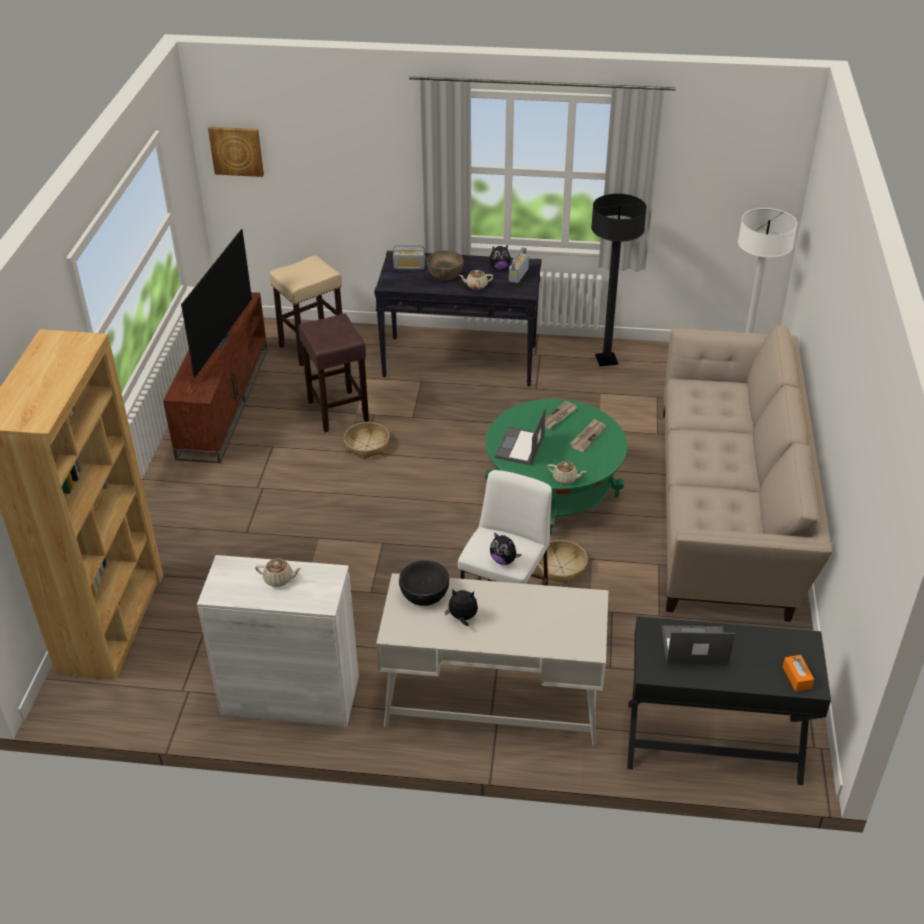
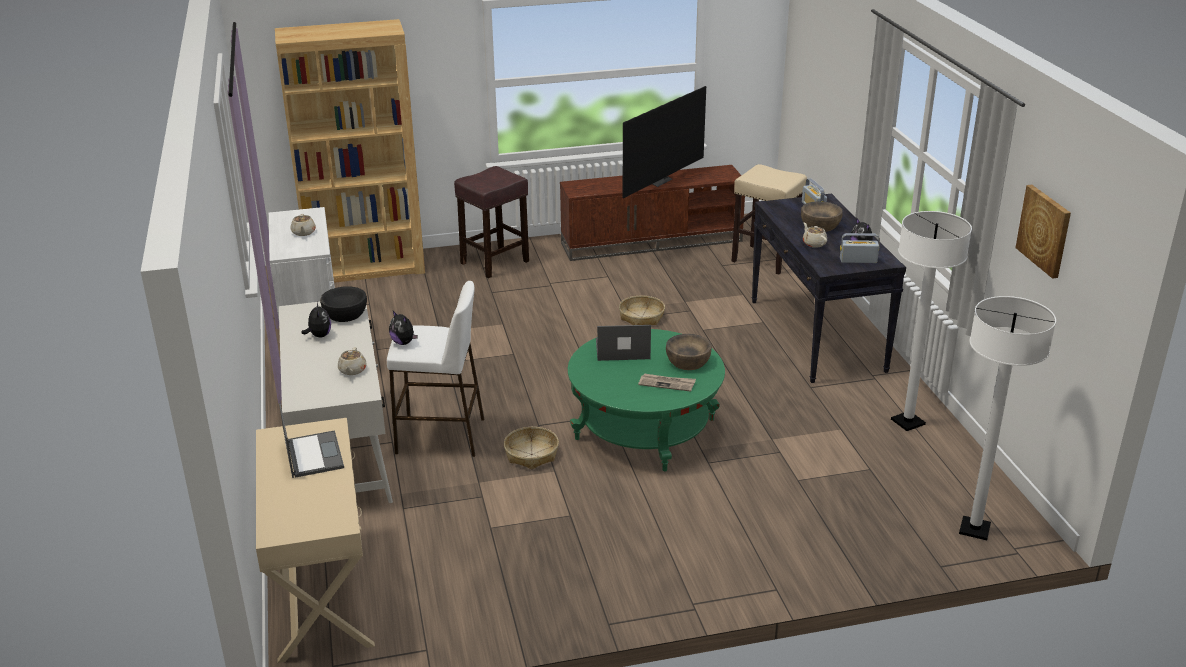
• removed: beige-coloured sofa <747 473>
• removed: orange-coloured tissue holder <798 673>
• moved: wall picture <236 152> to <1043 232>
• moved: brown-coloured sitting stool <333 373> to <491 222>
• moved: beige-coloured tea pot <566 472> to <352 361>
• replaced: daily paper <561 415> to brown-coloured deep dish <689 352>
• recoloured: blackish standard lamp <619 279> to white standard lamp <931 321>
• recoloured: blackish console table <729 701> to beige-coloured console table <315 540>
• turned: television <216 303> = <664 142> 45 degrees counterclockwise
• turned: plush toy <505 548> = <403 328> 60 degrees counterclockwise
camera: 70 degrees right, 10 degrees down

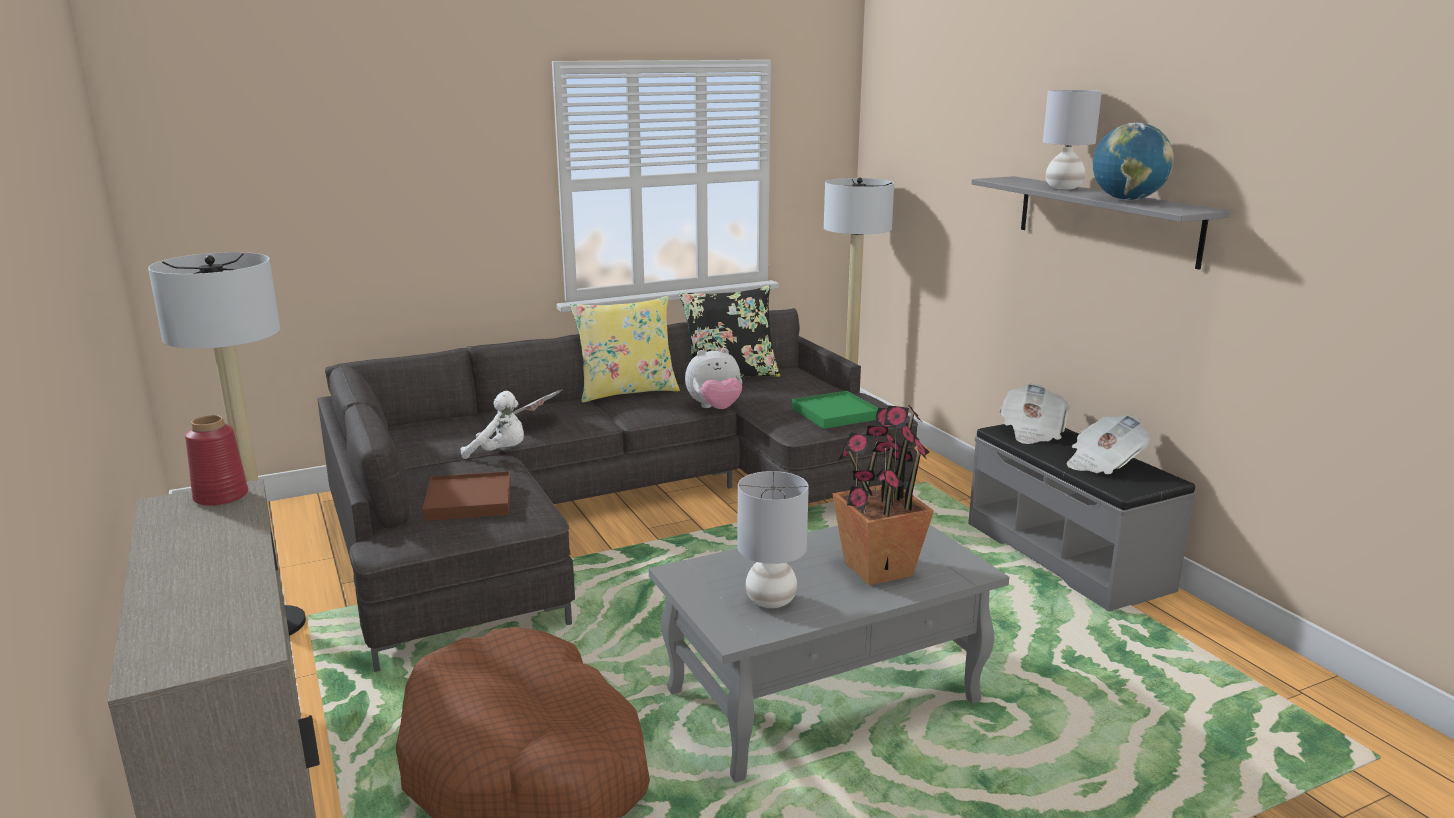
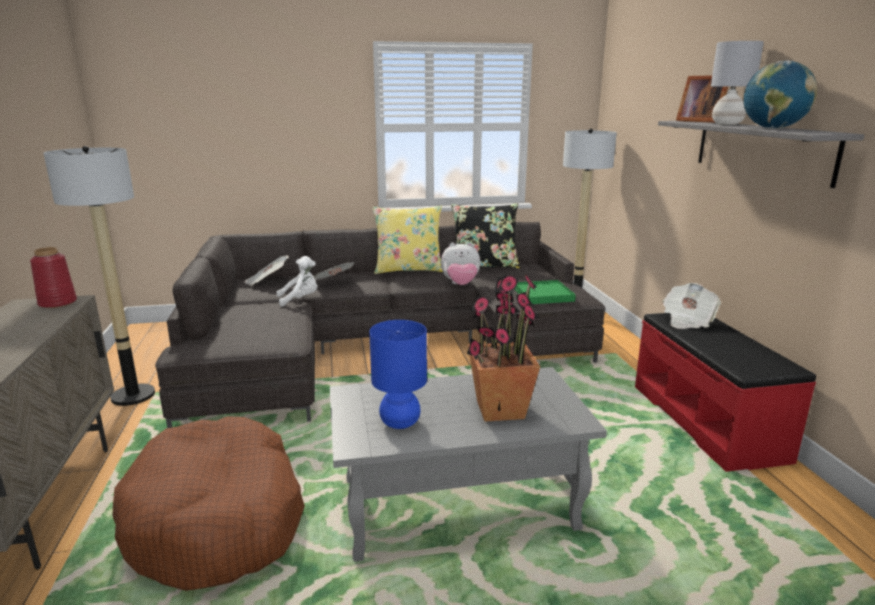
• removed: brown-coloured carrying tray <467 496>
• added: photo frame <702 99>
• moved: daily paper <1108 444> to <266 270>
• recoloured: grey table lamp <773 539> to blue-coloured table lamp <398 374>
• recoloured: grey long seat <1081 517> to red long seat <725 392>
• turned: white plush toy <492 425> = <296 281> 45 degrees counterclockwise
camera: 15 degrees right, 0 degrees up

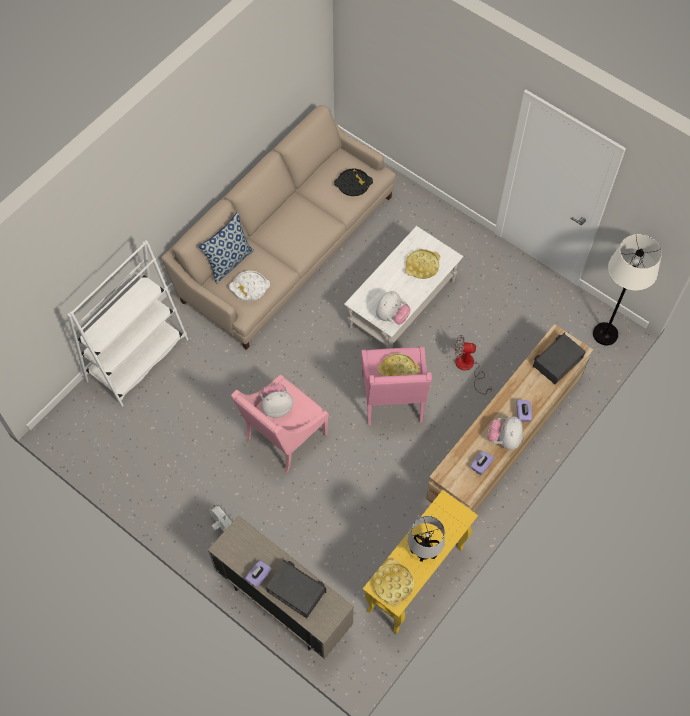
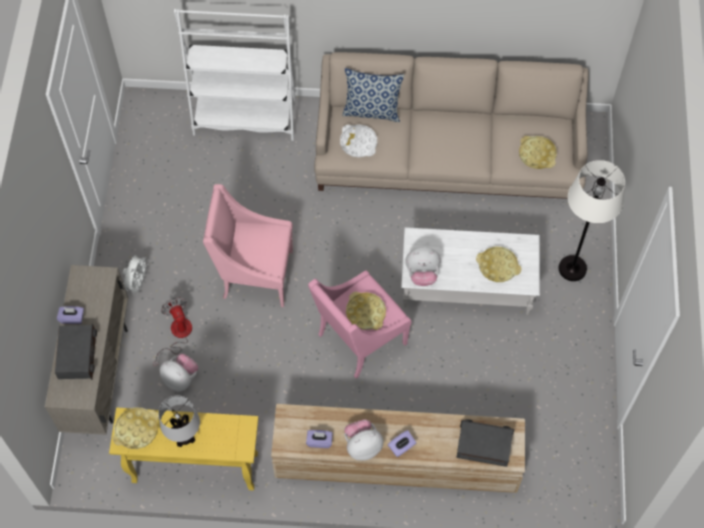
• moved: plush toy <277 400> to <179 373>
• moved: fan <473 365> to <172 331>
• moved: white standard lamp <627 289> to <592 220>
• recoloured: blackish carrying tray <353 182> to yellow-coloured carrying tray <538 152>
camera: 55 degrees right, 0 degrees up

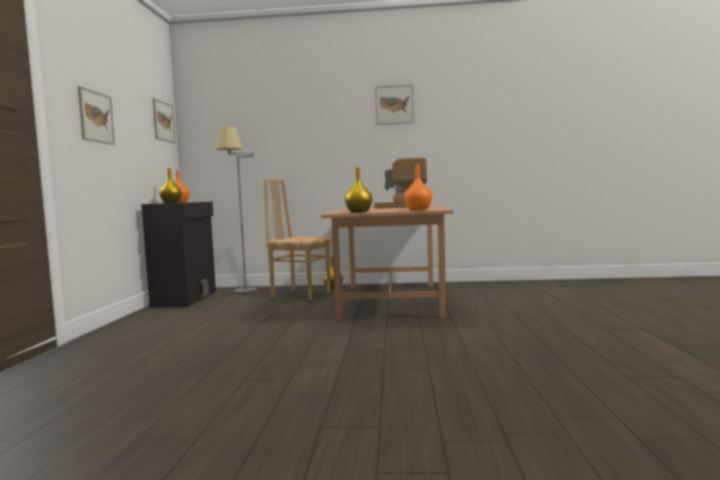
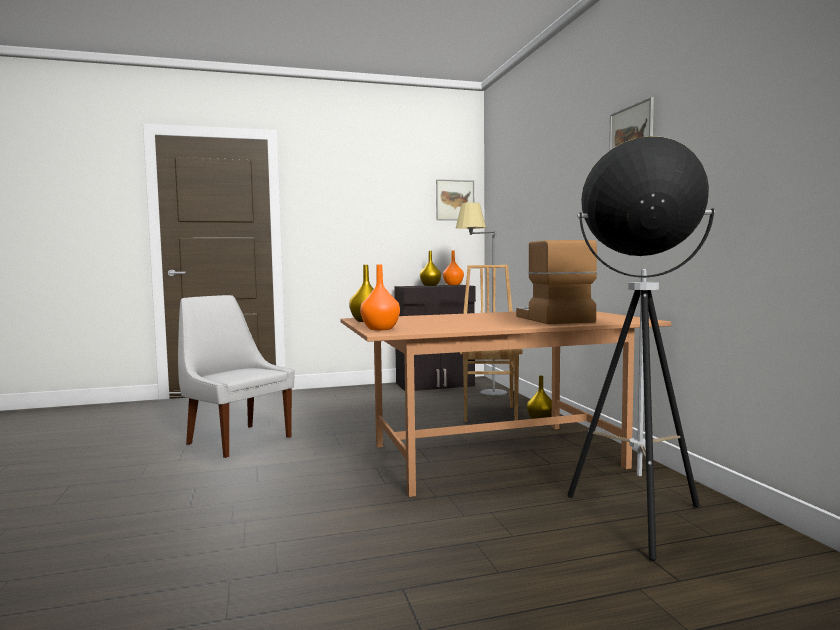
• removed: wall picture <96 115>
• added: white chair <236 376>
• added: standard lamp <641 348>
camera: 70 degrees right, 0 degrees up

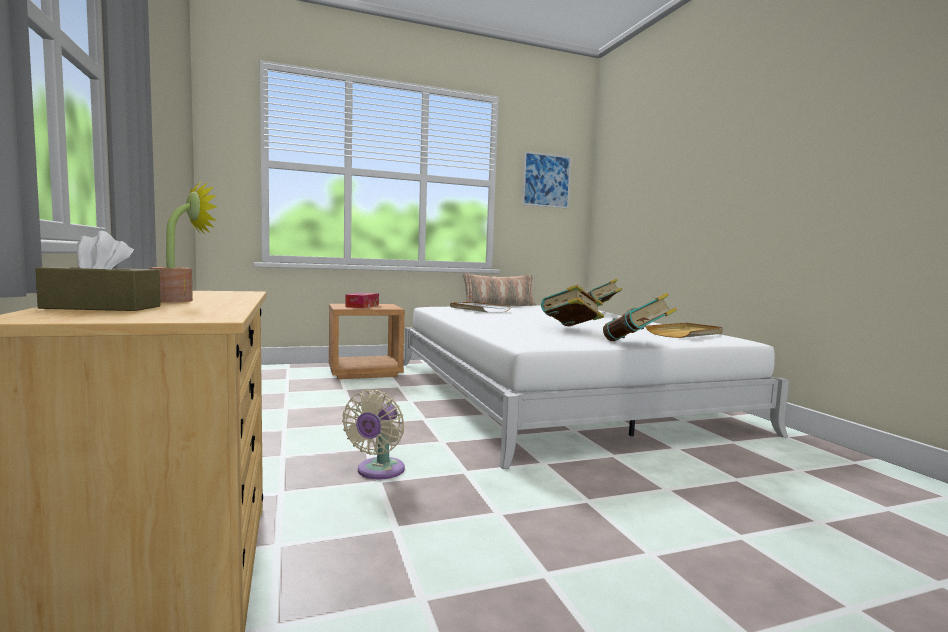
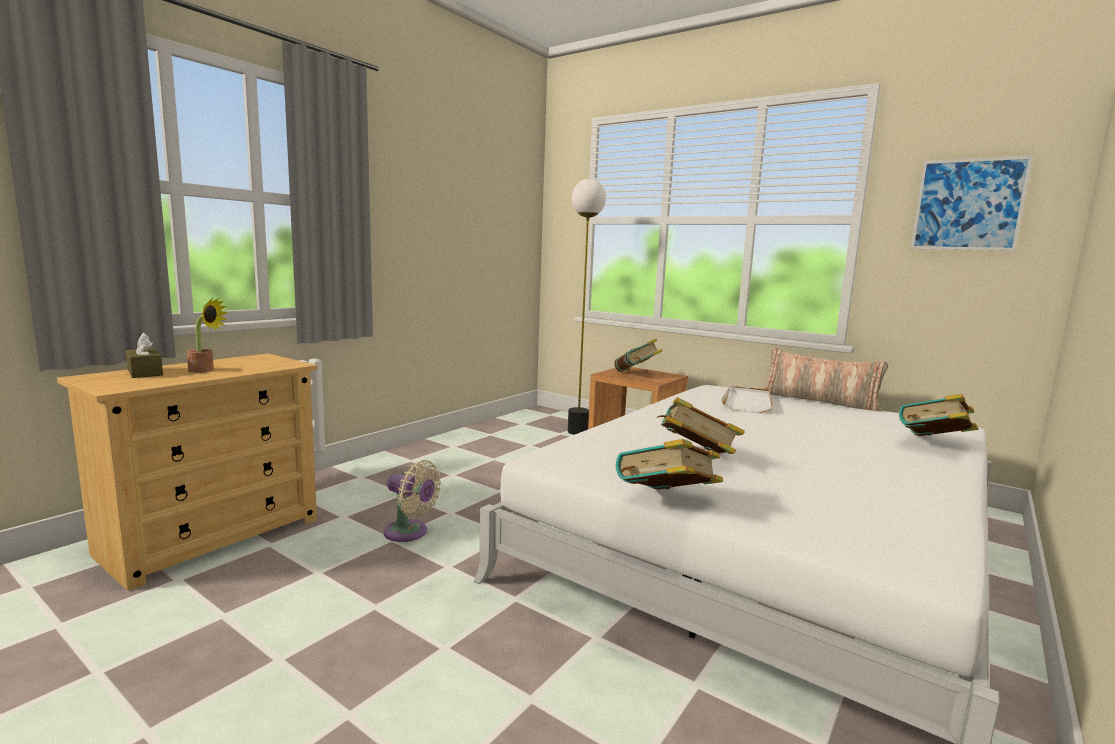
• removed: beige-coloured carrying tray <684 330>
• added: standard lamp <587 307>
• replaced: tissue holder <362 300> to volume <638 355>
• turned: beige-coloured fan <373 434> = <412 501> 135 degrees counterclockwise
camera: 55 degrees right, 5 degrees up

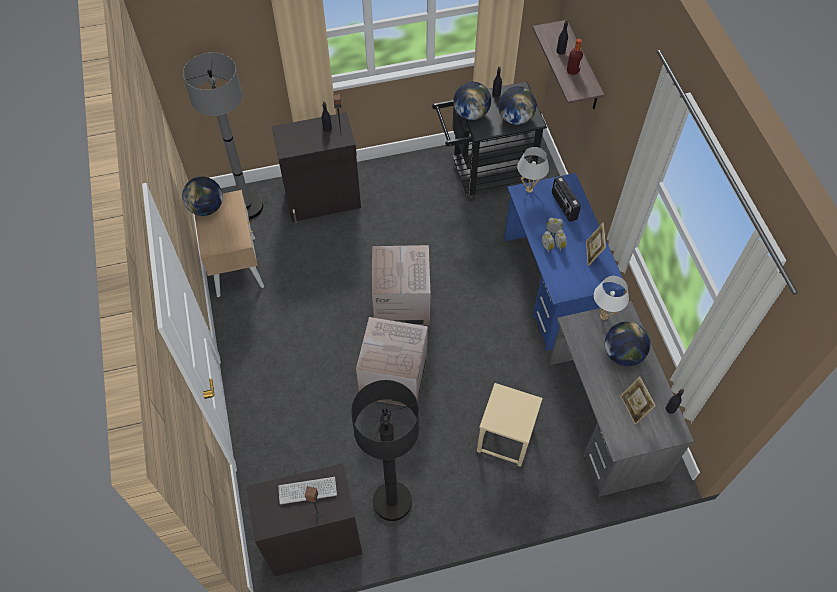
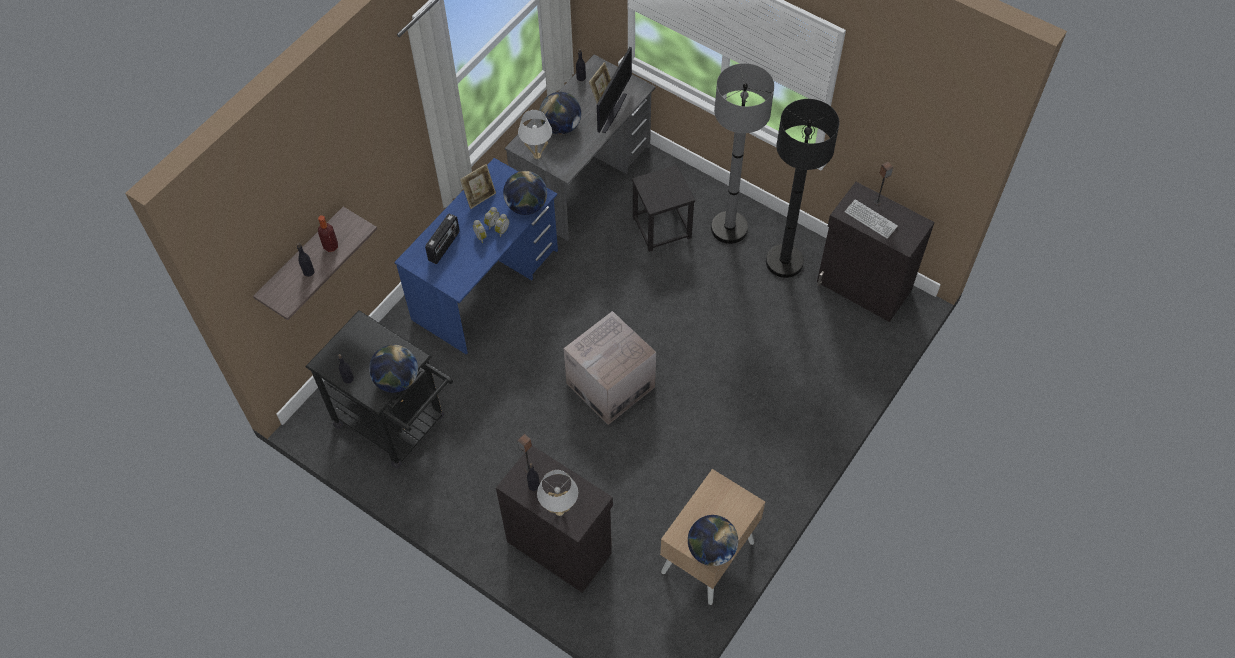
• removed: packing box <392 361>
• added: monitor <614 90>
• moved: grey standard lamp <223 136> to <742 153>
• moved: globe <517 105> to <525 193>
• moved: white table lamp <533 170> to <557 493>
• recoloured: beige-coloured sitting stool <510 425> to blackish sitting stool <663 208>
camera: 130 degrees left, 0 degrees up

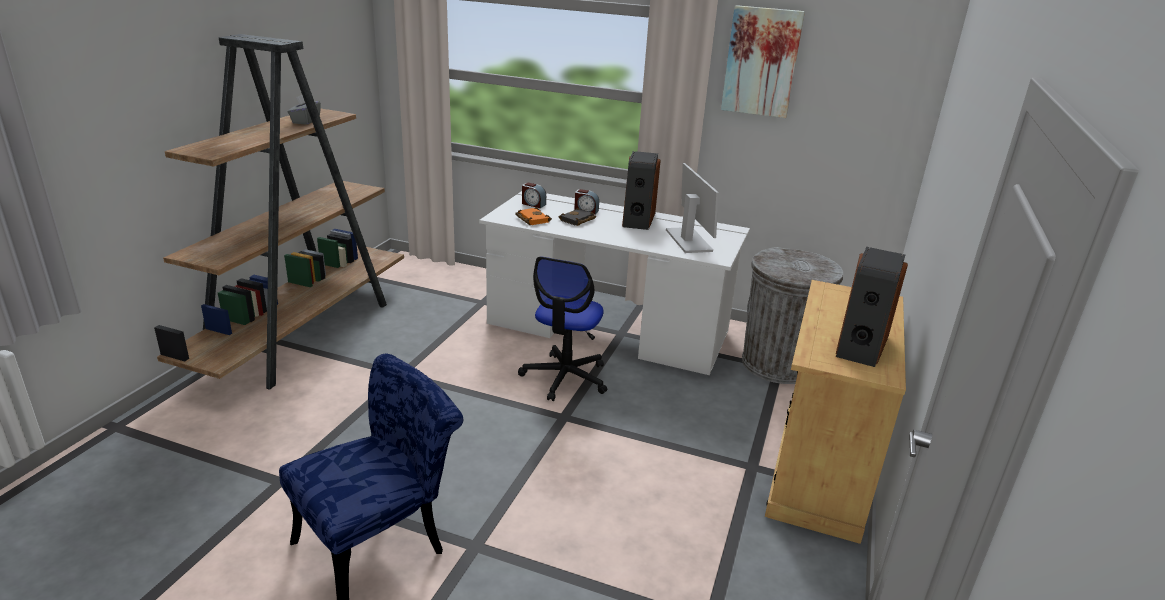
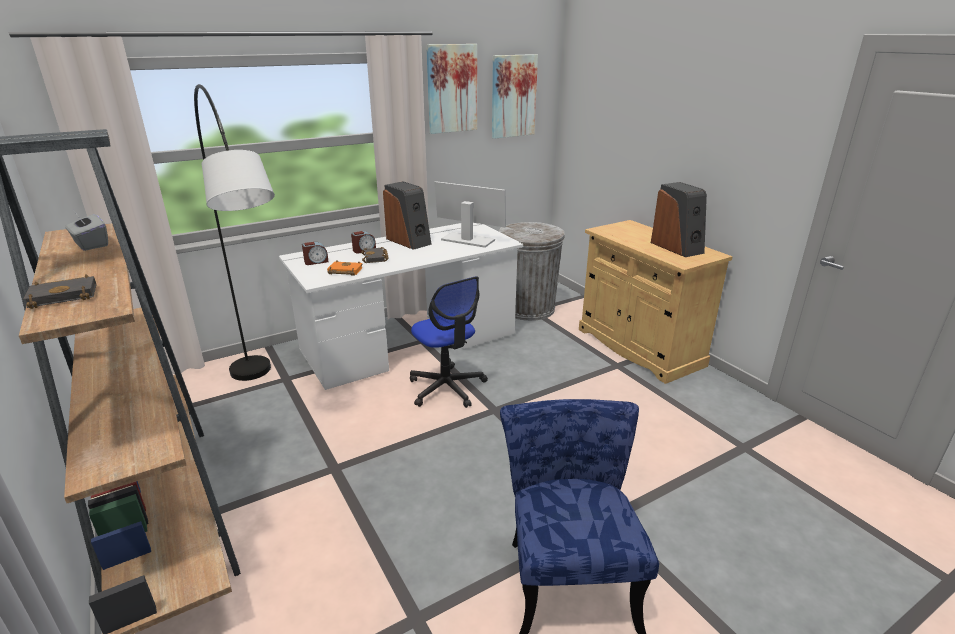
• added: blackish volume <60 292>
• added: grey standard lamp <234 232>
• added: wall picture <515 96>
camera: 50 degrees left, 0 degrees up

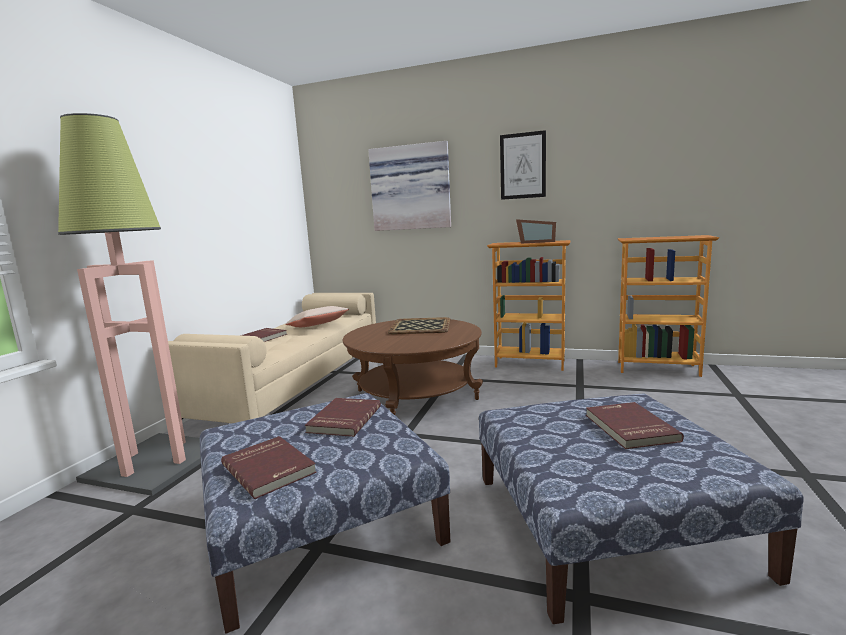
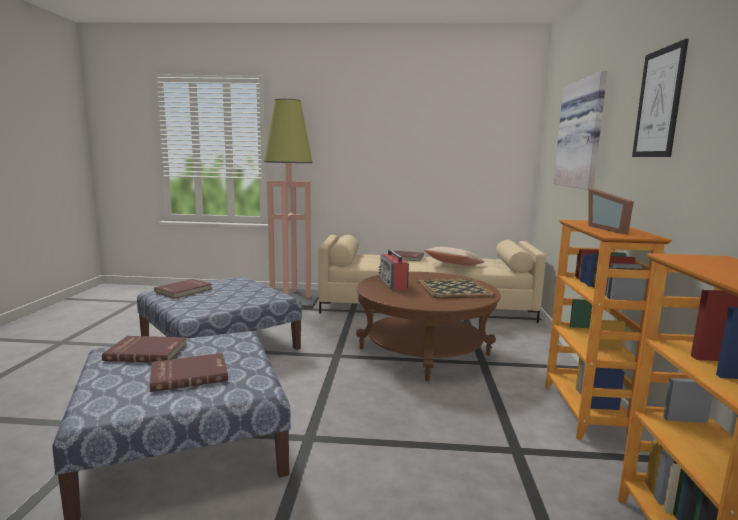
• added: radio receiver <394 269>
• moved: red volume <343 417> to <144 349>
camera: 75 degrees right, 0 degrees up

